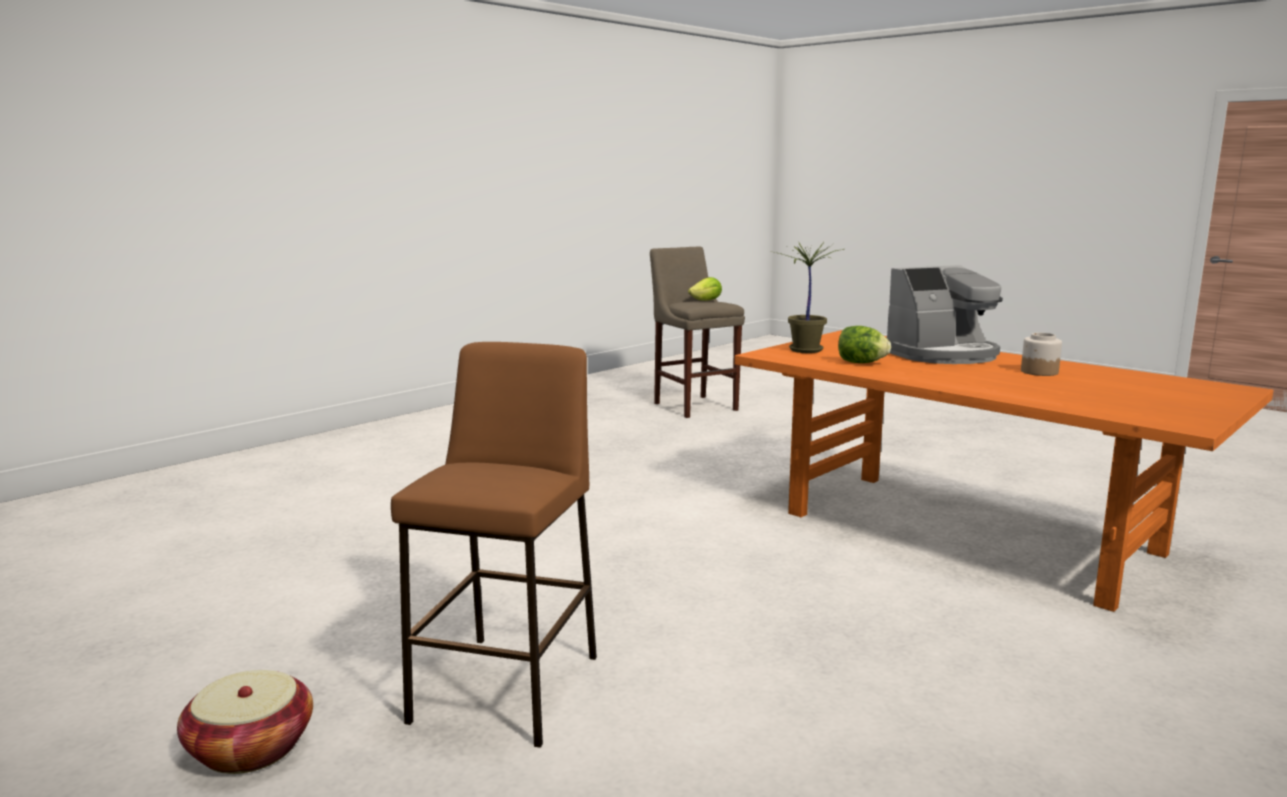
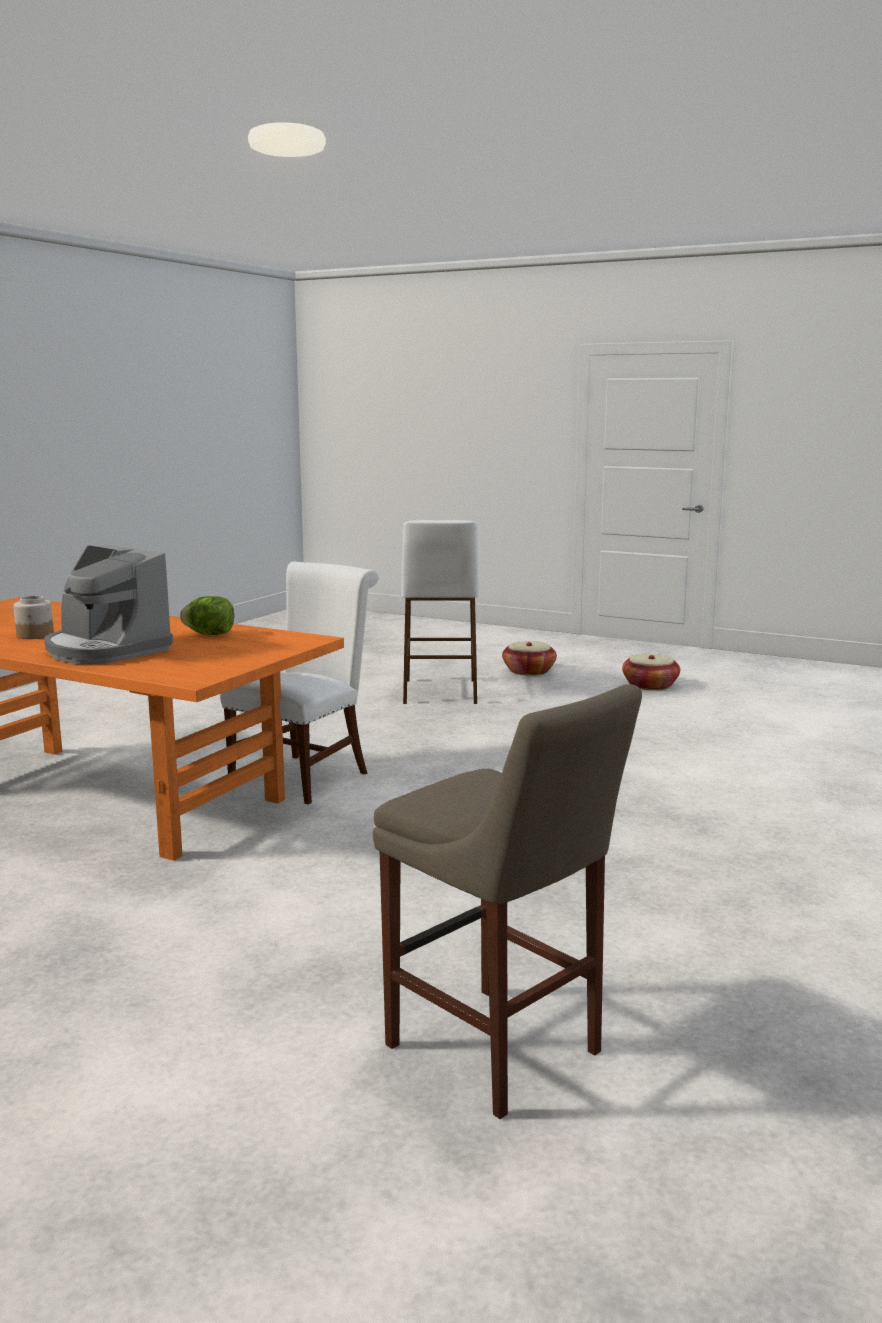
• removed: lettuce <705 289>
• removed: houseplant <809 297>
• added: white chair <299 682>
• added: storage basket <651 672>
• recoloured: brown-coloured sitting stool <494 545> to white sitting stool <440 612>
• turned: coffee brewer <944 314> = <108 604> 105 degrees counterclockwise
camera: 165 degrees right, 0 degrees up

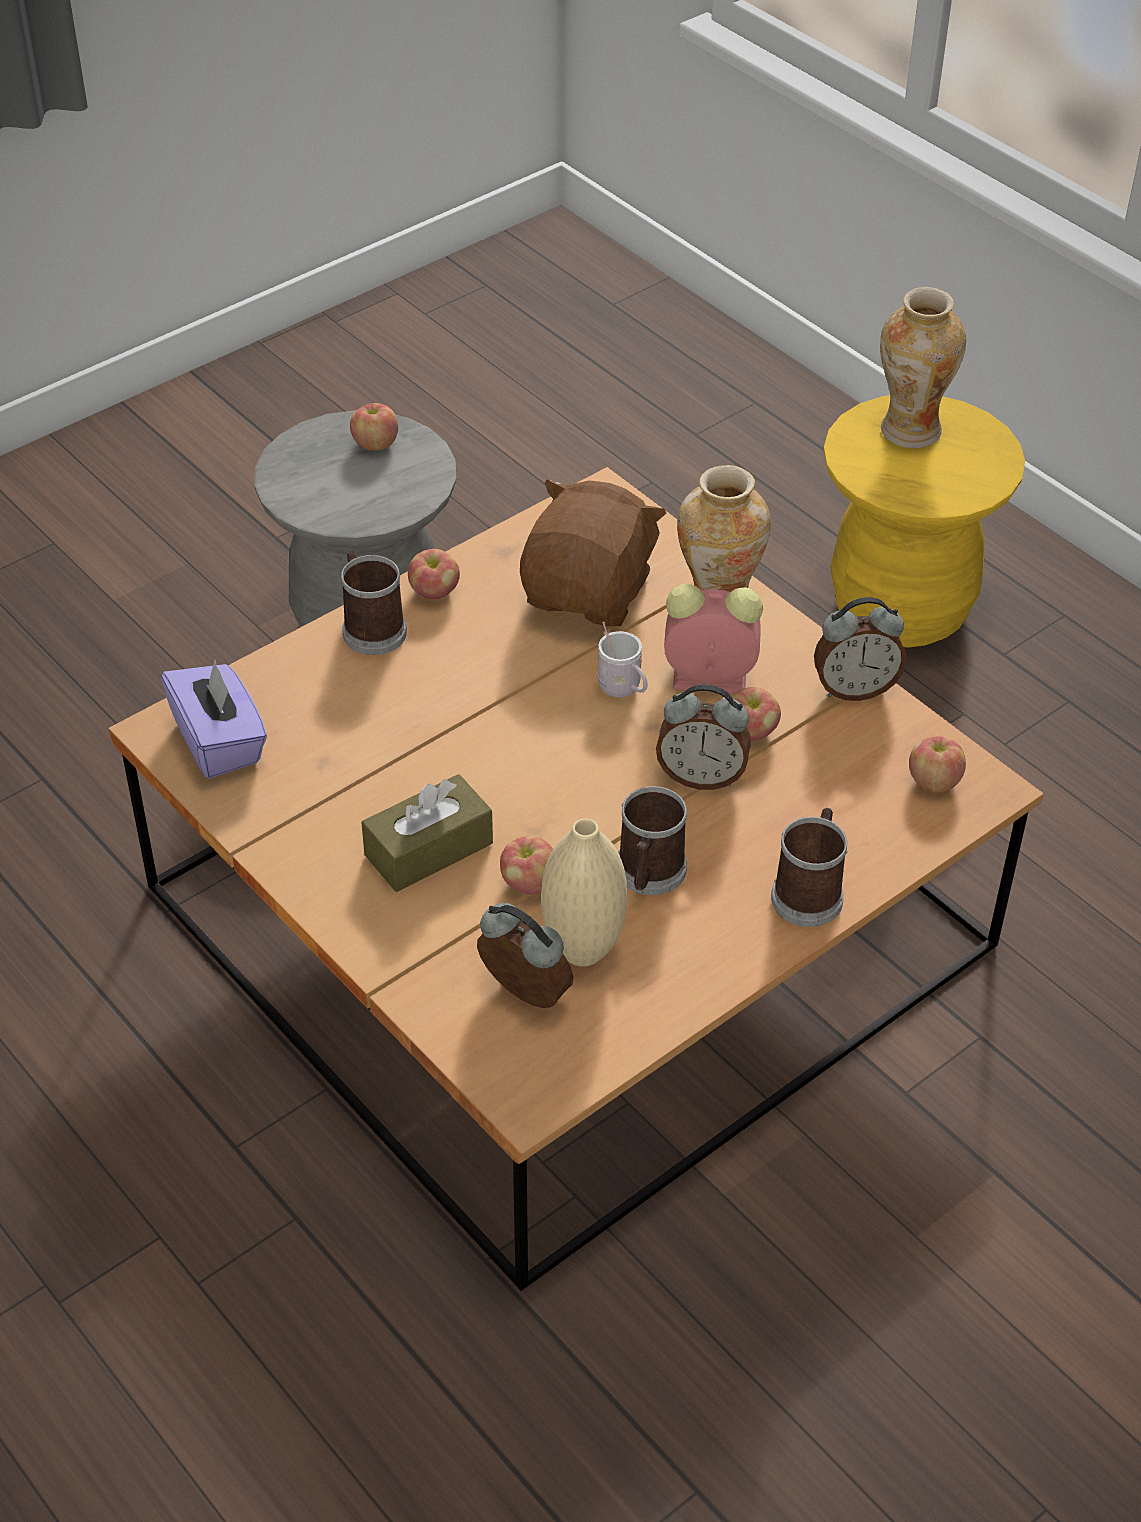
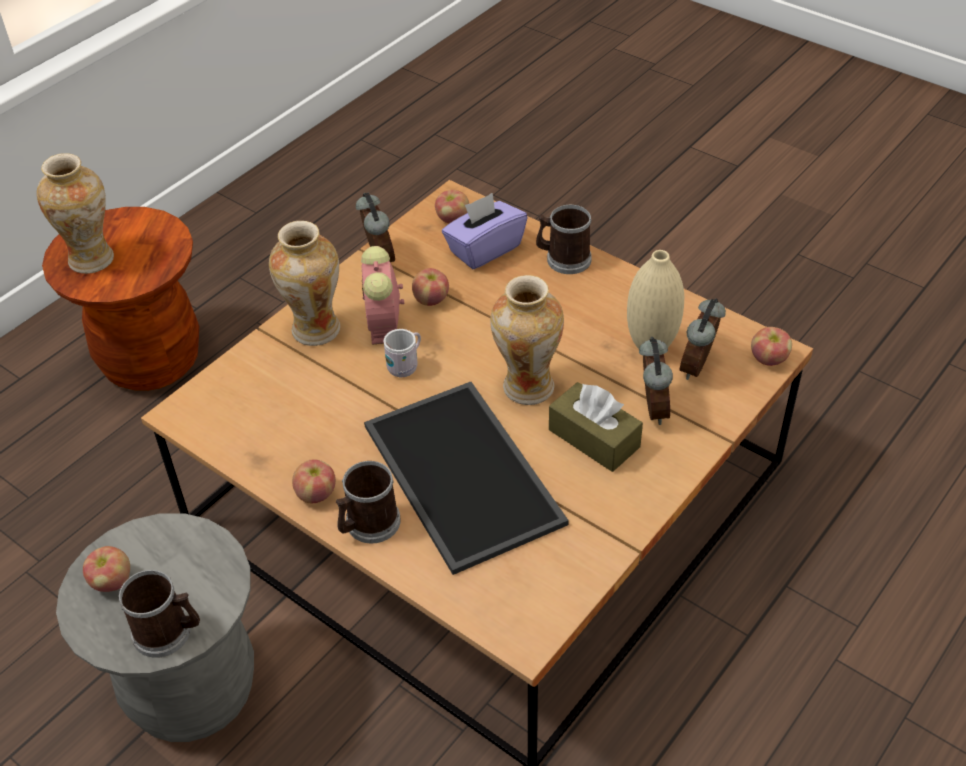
• removed: brown-coloured plush toy <593 553>
• added: carrying tray <466 478>
• added: flower vase <527 340>
• moved: purple-coloured tissue holder <214 719> to <485 231>
• moved: whole apple <526 865> to <771 346>
• moved: tea mug <652 840> to <159 614>
• moved: alarm clock <703 737> to <656 381>
• recoloured: yellow-coloured sitting stool <924 521> to brown-coloured sitting stool <120 299>
camera: 100 degrees left, 0 degrees up

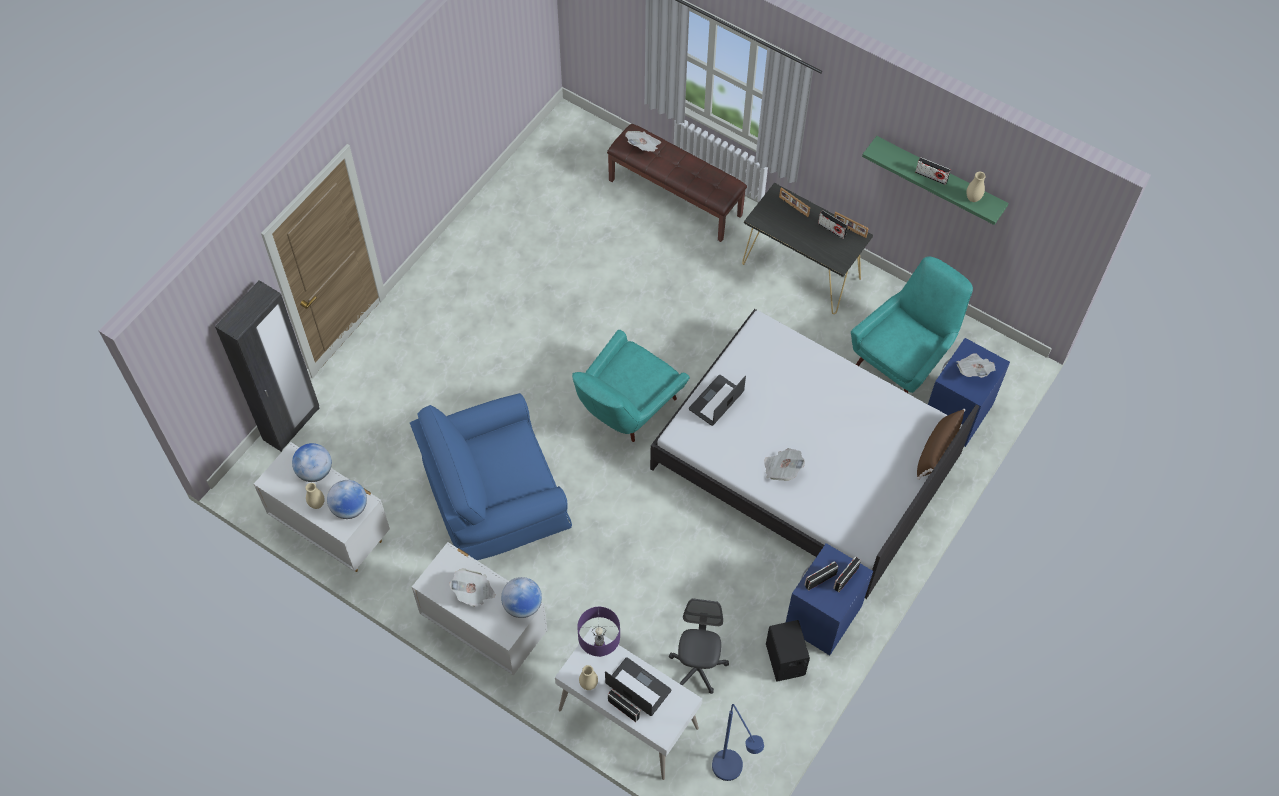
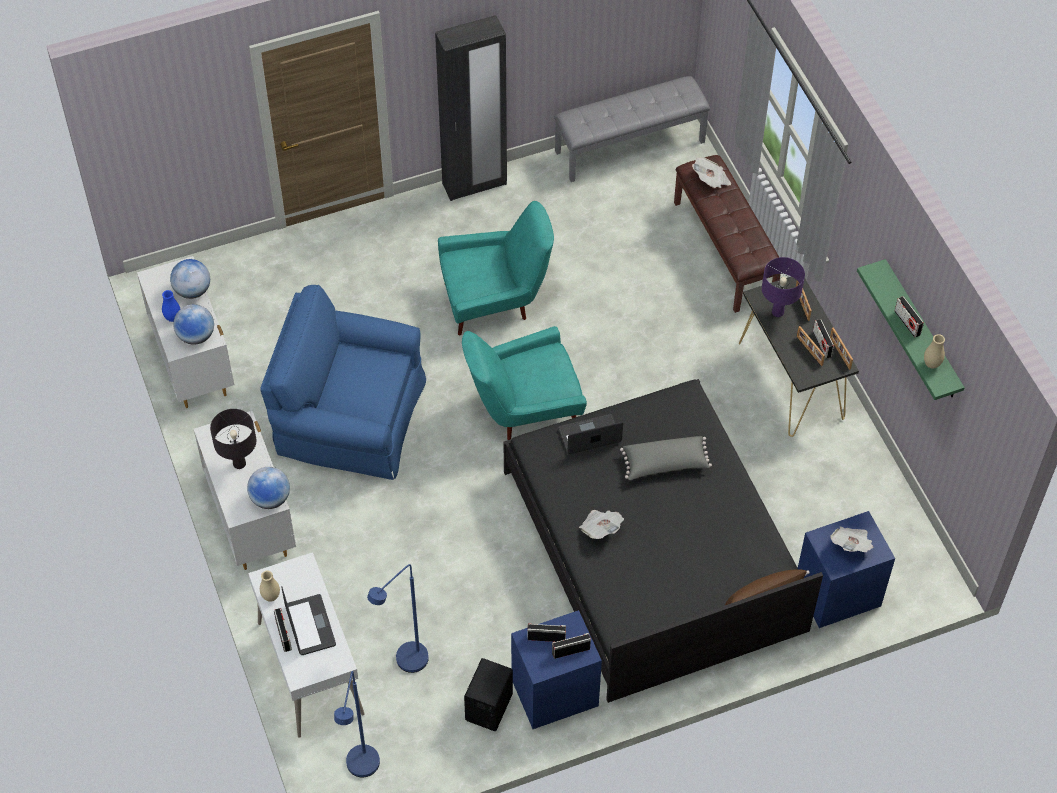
• added: grey long seat <632 129>
• added: grey throw pillow <666 458>
• added: photo frame <811 346>
• moved: blackish wardrobe <267 366> to <471 108>
• moved: purple-coloured table lamp <598 632> to <783 287>
• moved: turquoise-coloured easy chair <912 324> to <496 268>
• replaced: daily paper <472 587> to blackish table lamp <233 439>
• replaced: grey computer chair <699 646> to blue-coloured standard lamp <398 618>
• recoloured: beige-coloured flower vase <315 496> to blue-coloured flower vase <171 306>
• recoloured: white bedroom bed <814 454> to blackish bedroom bed <663 541>
camera: 35 degrees right, 5 degrees down

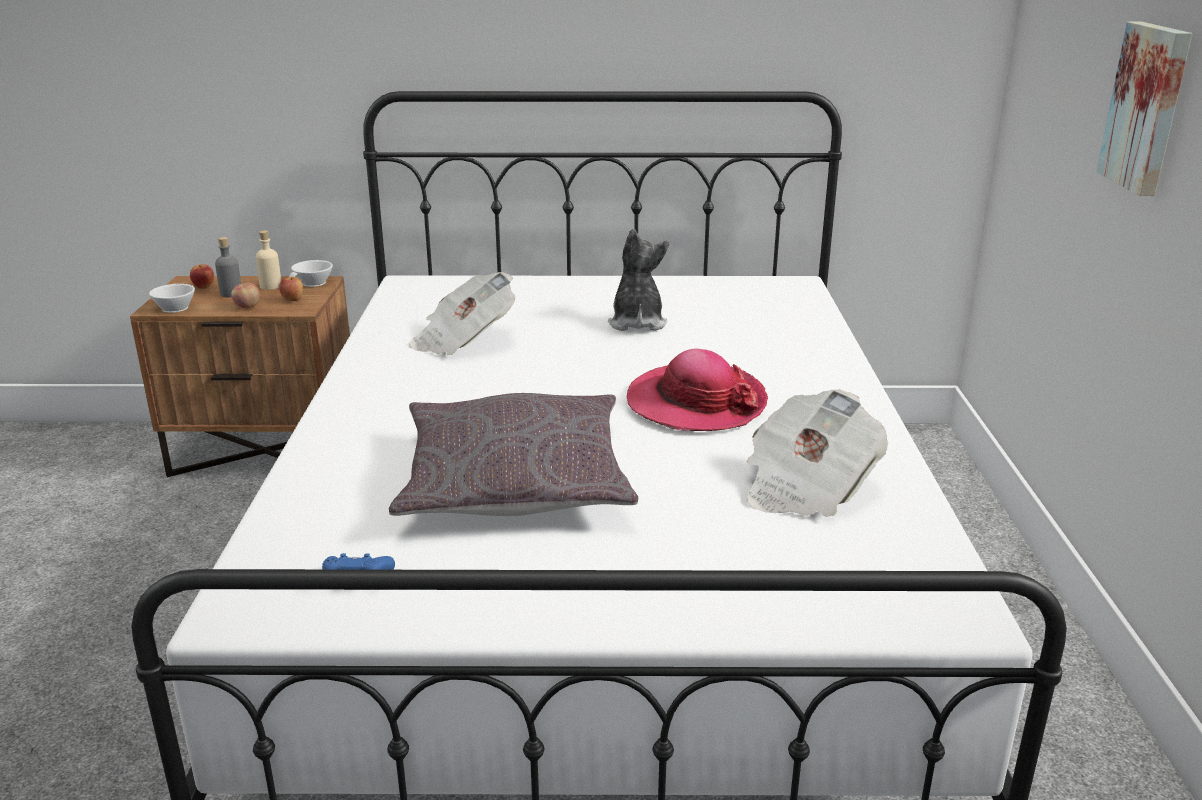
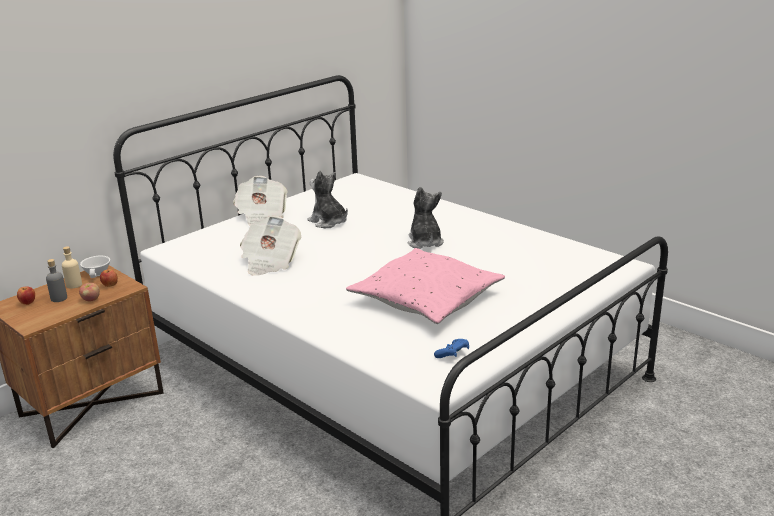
• removed: white drinking cup <172 298>
• removed: wall picture <1144 109>
• moved: daily paper <817 453> to <260 201>
• replaced: wearable hat <697 390> to plush toy <426 218>
• recoloured: grey throw pillow <513 454> to pinkish throw pillow <425 286>
camera: 45 degrees left, 0 degrees up

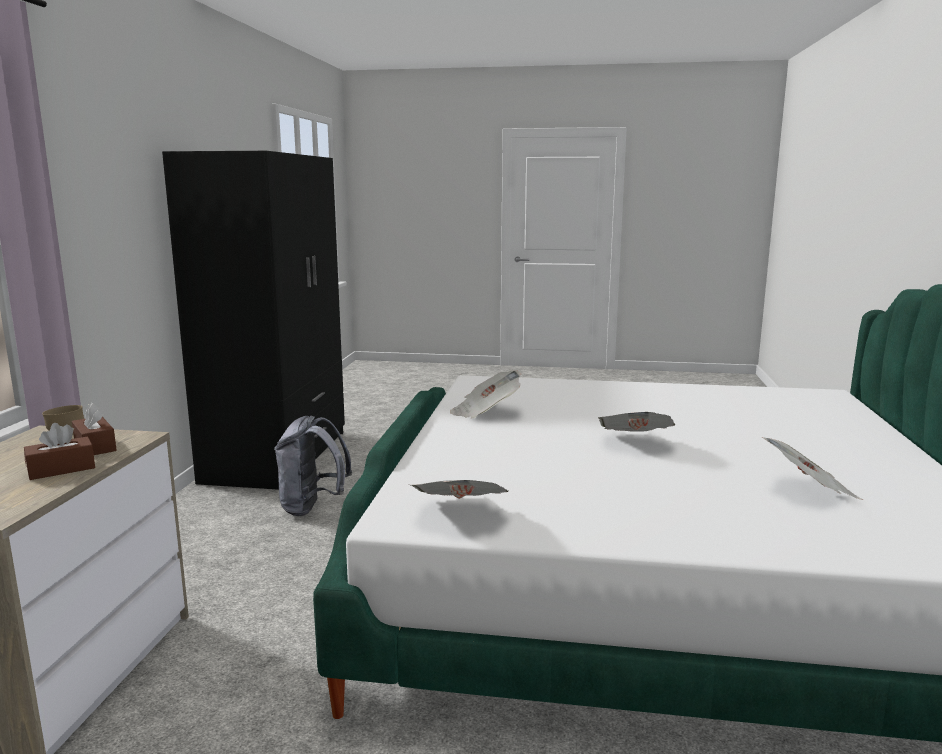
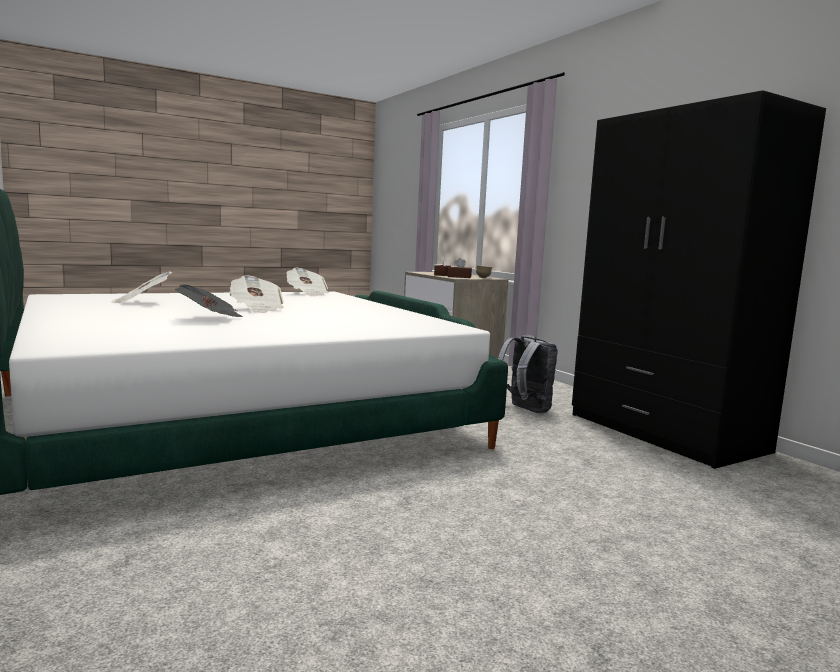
• moved: daily paper <486 394> to <209 301>
camera: 140 degrees right, 5 degrees down

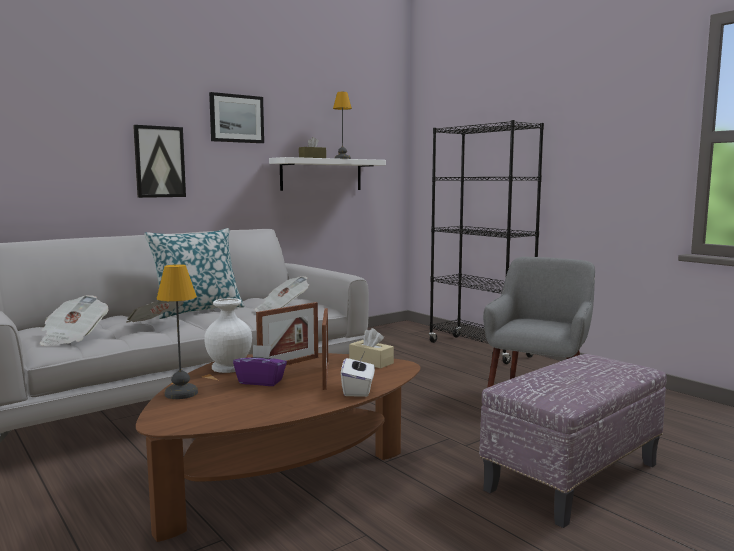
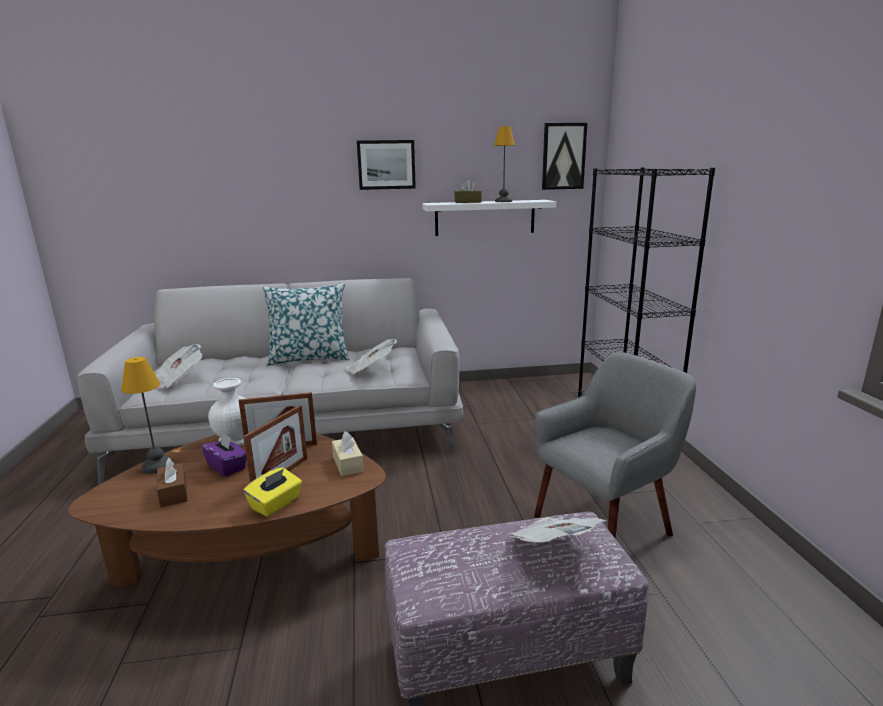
• added: brown-coloured tissue holder <172 482>
• moved: daily paper <155 311> to <557 529>
• moved: wall picture <159 161> to <564 156>
• recoloured: white tissue holder <358 375> to yellow-coloured tissue holder <272 492>
camera: 30 degrees right, 10 degrees up

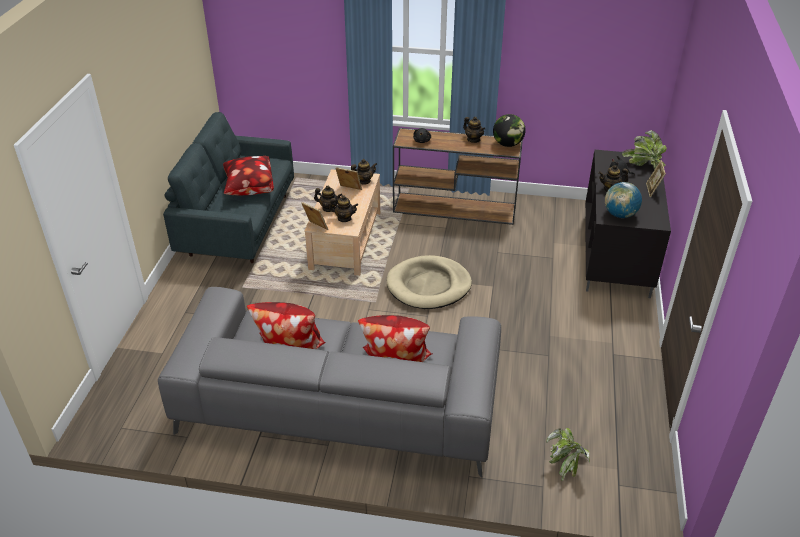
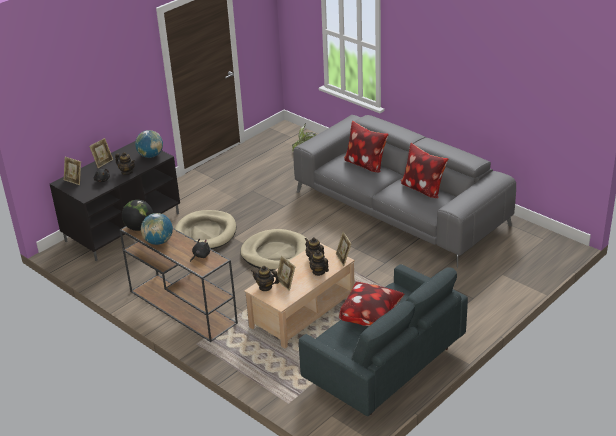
• added: beige-coloured pet bed <205 229>
• replaced: tea pot <474 129> to globe <157 229>
• replaced: houseplant <644 149> to photo frame <72 171>
camera: 145 degrees left, 5 degrees down

